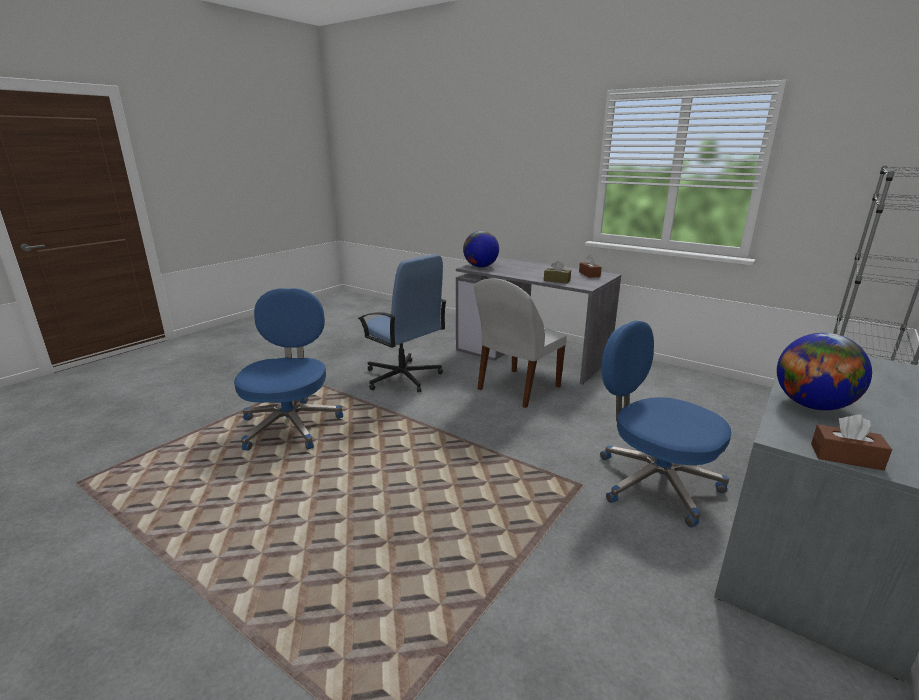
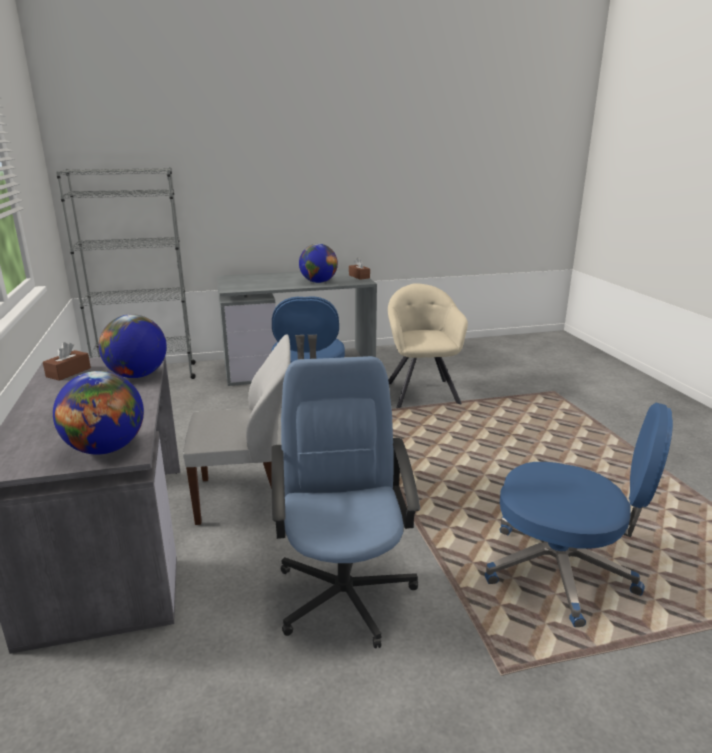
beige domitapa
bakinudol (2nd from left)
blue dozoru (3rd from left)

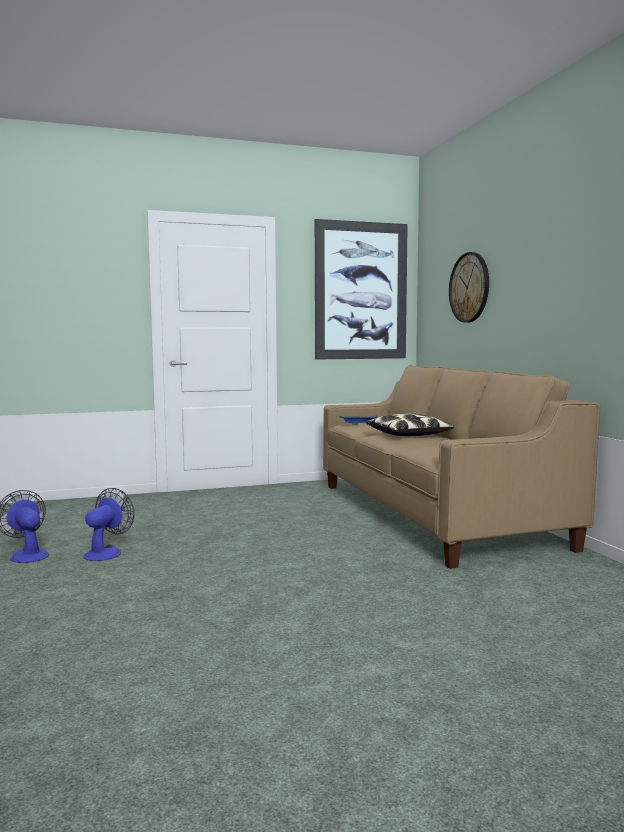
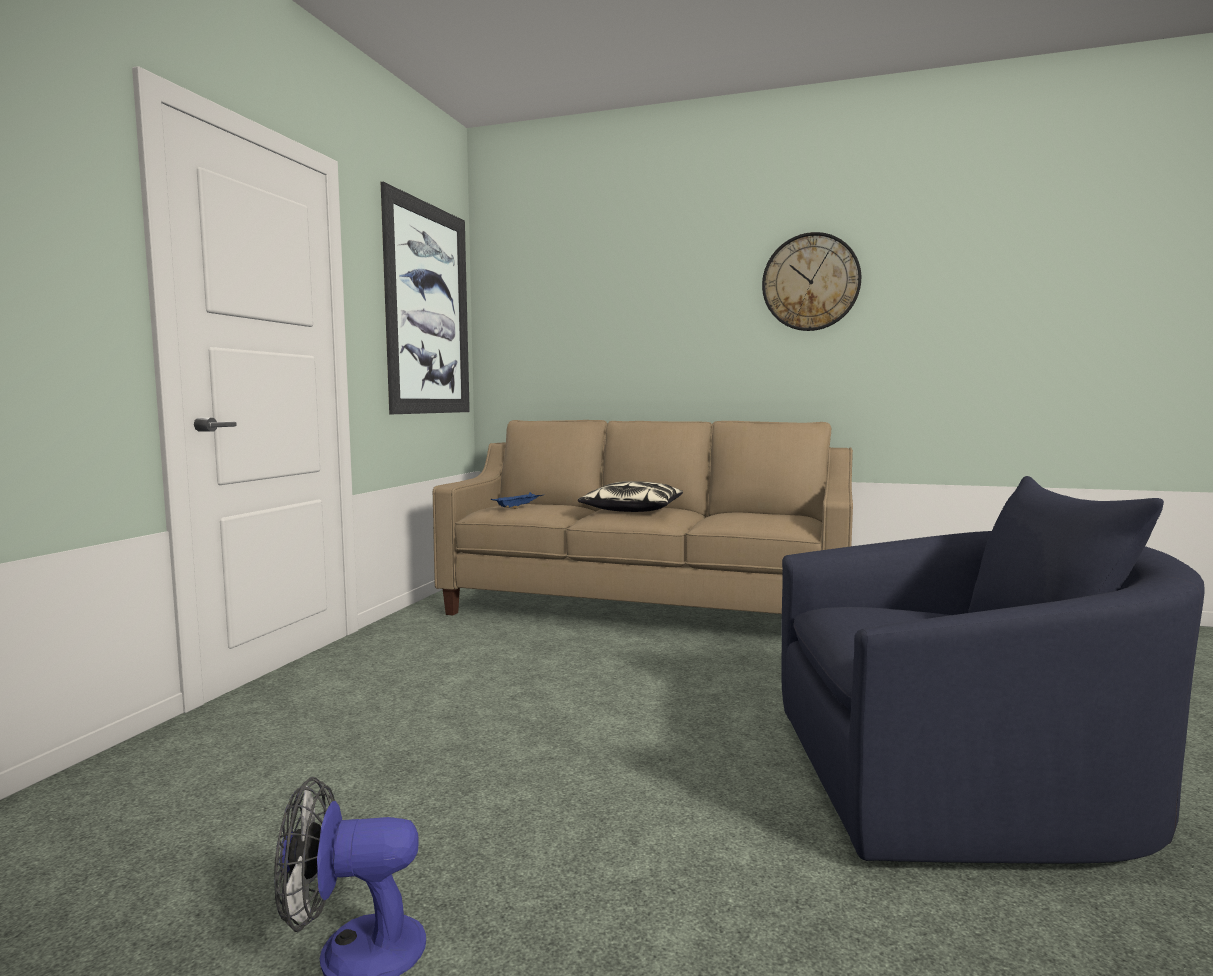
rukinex (2nd from left in the first image)
blue domitapa
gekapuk

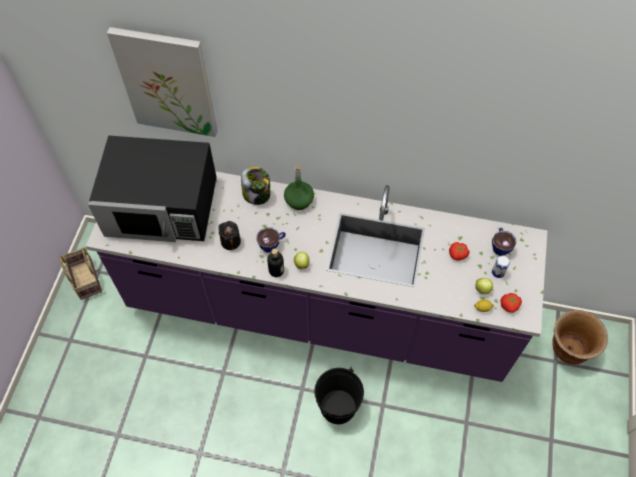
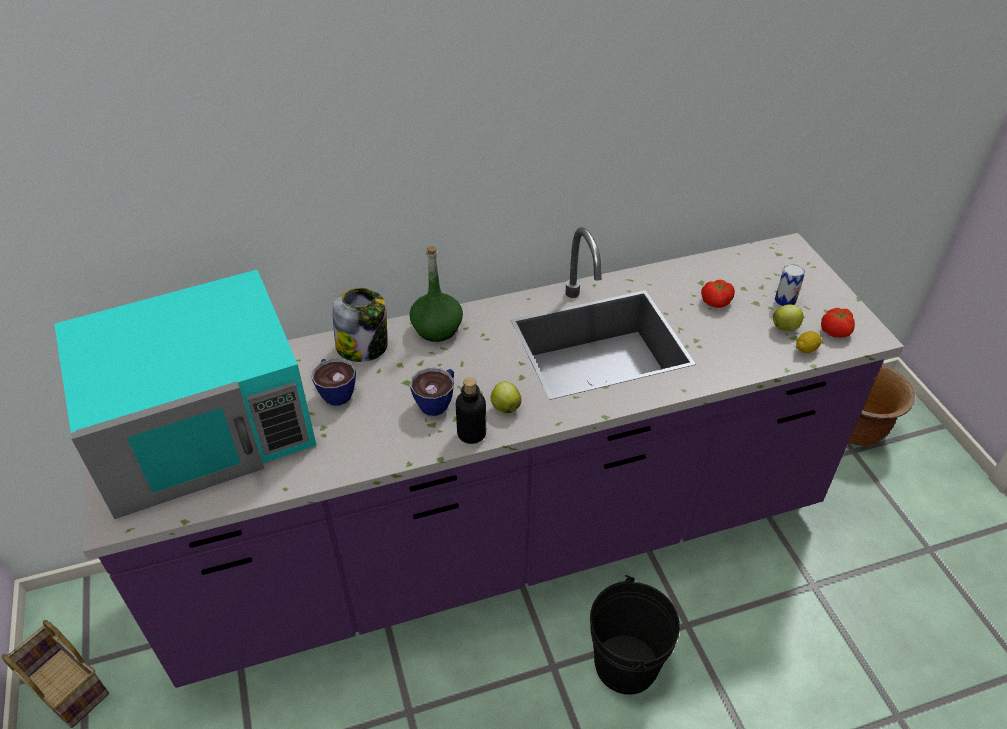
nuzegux
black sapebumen
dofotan (1st from left)
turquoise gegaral

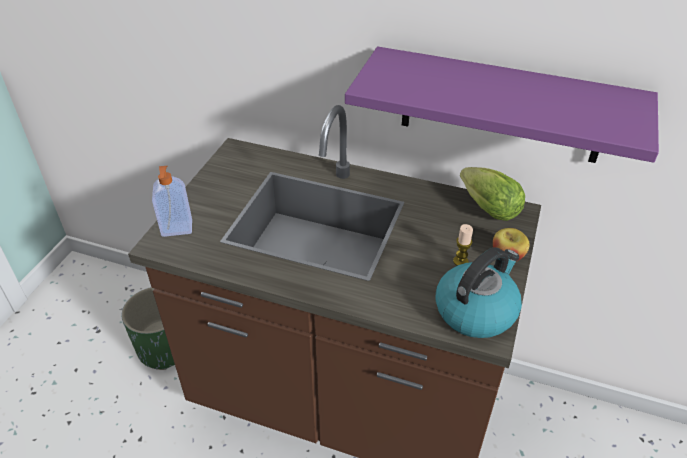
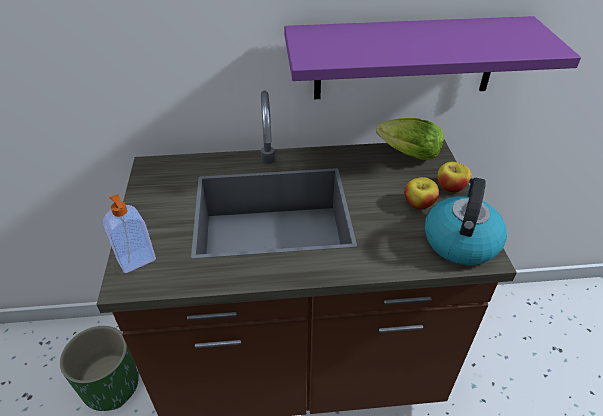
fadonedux (1st from left)

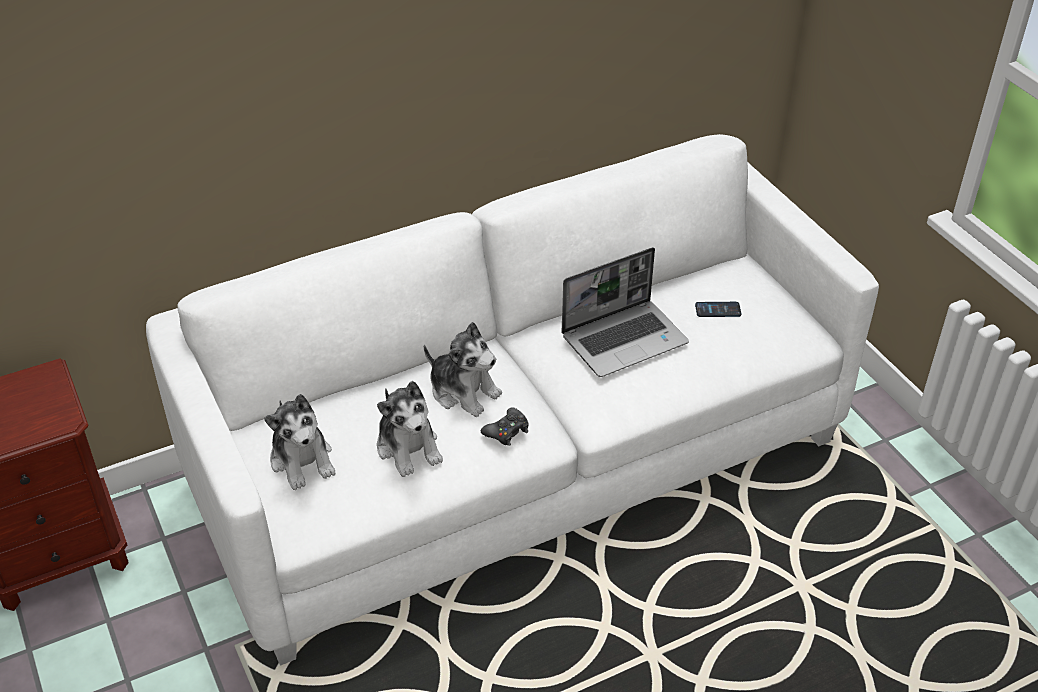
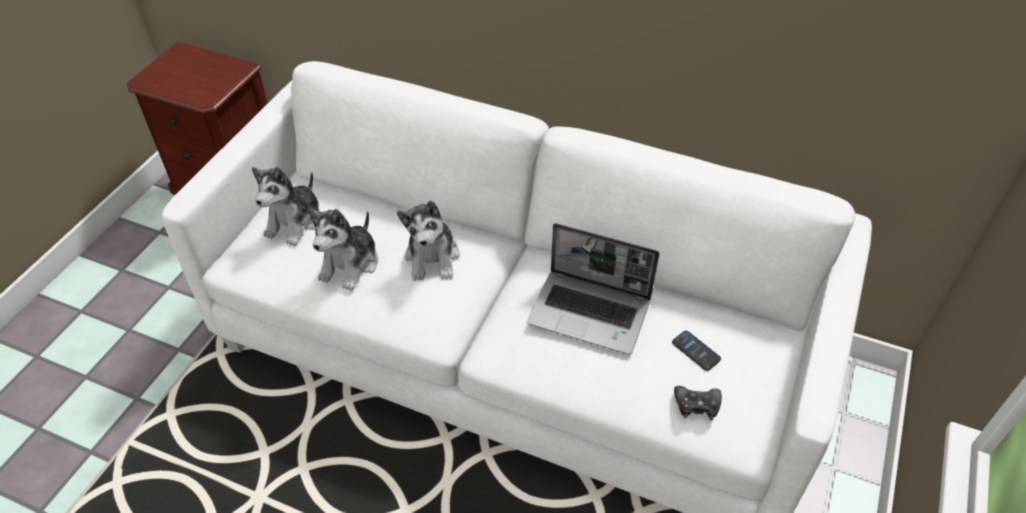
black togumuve

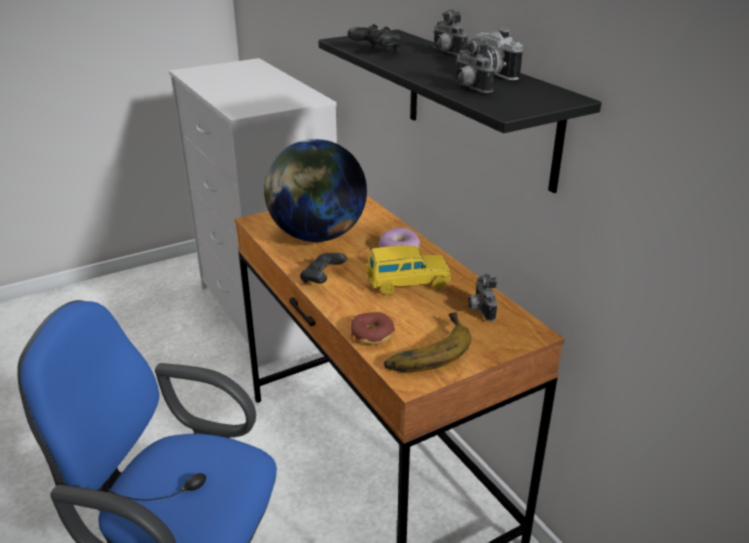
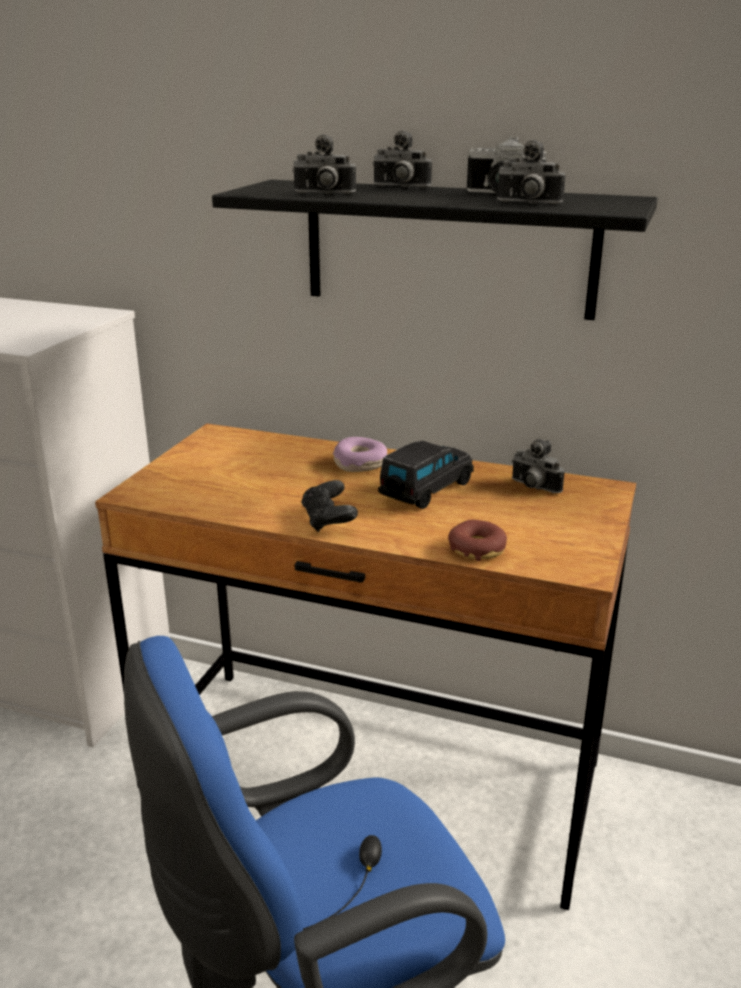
bakinudol
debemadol
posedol (1st from left)
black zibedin

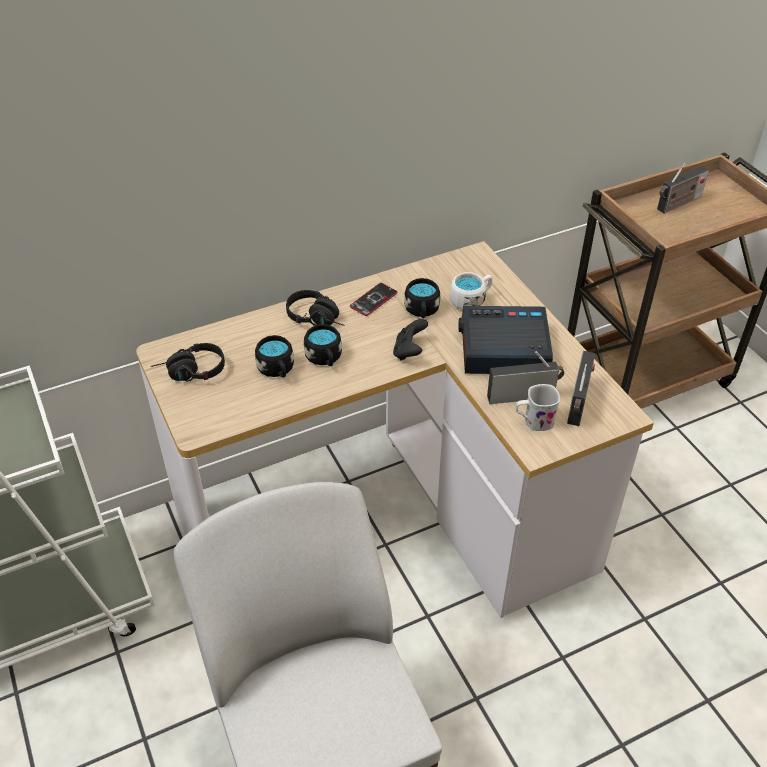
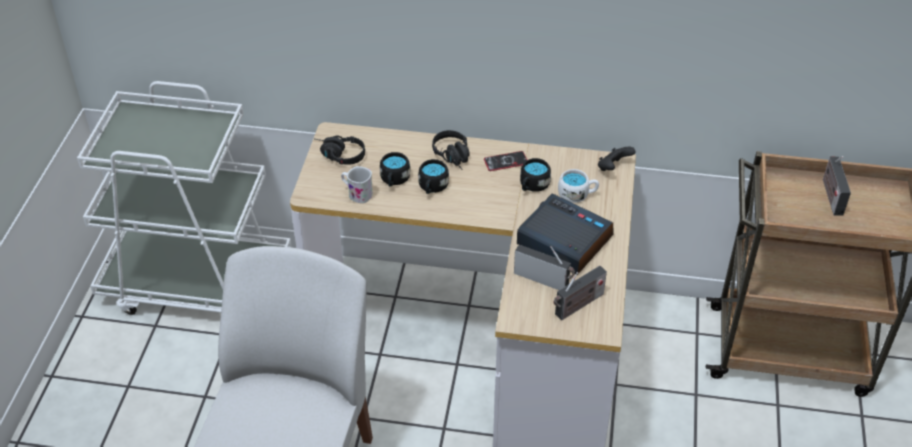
black togumuve
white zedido (1st from left)
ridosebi (3rd from left)

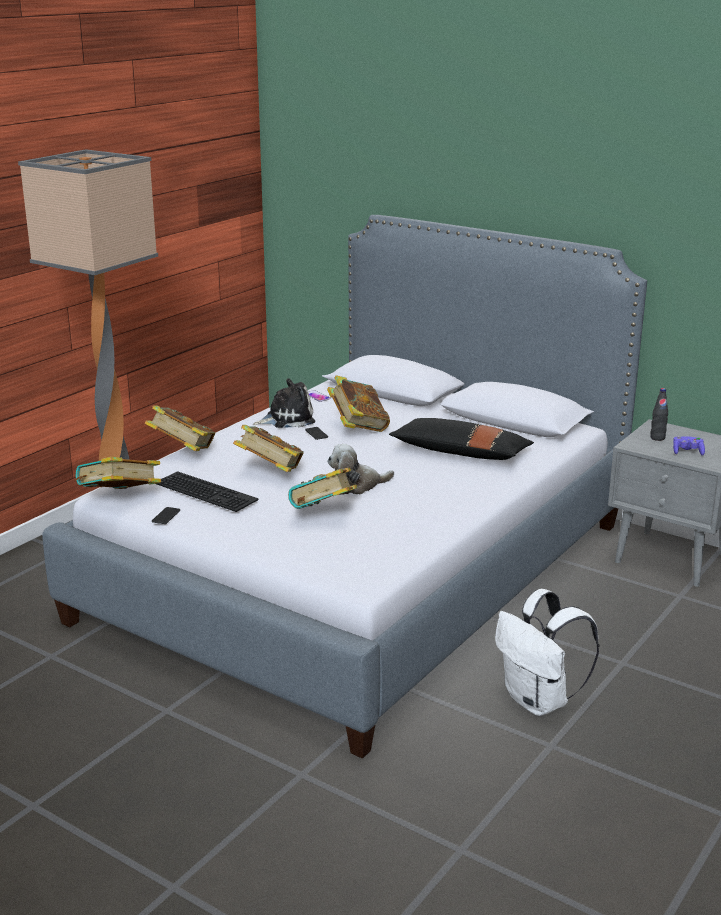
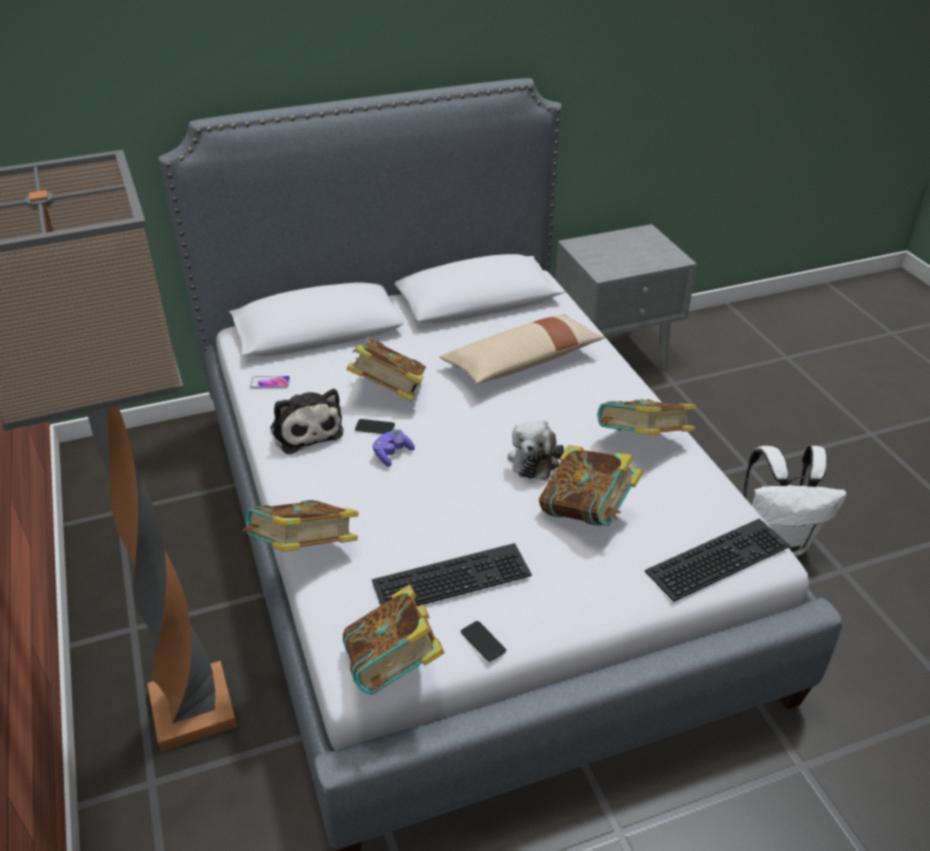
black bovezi
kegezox (2nd from left)
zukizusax (5th from left)
purple togumuve
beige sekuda
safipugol (1st from left)

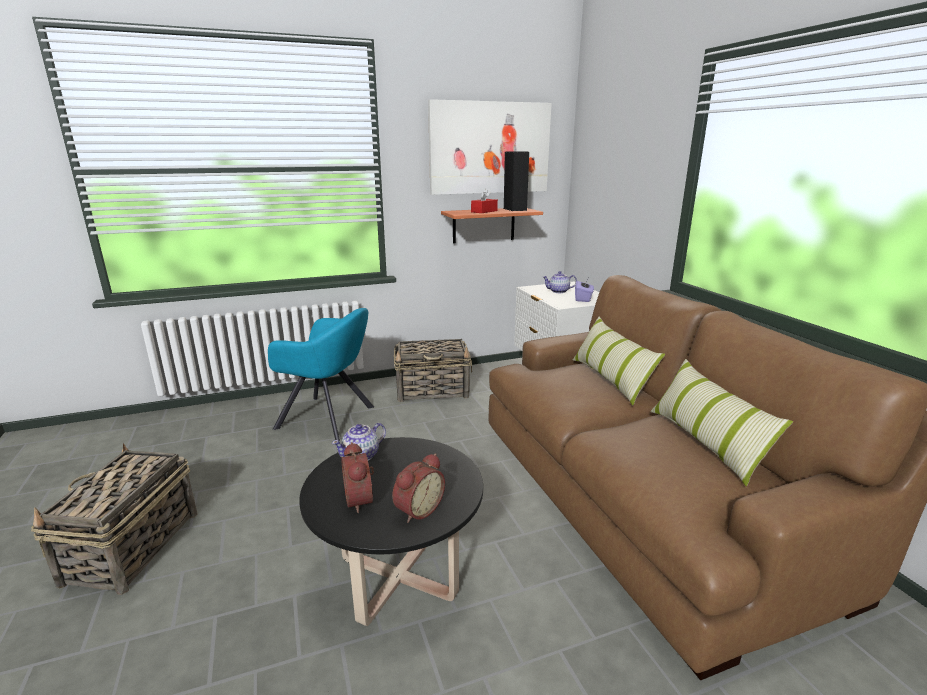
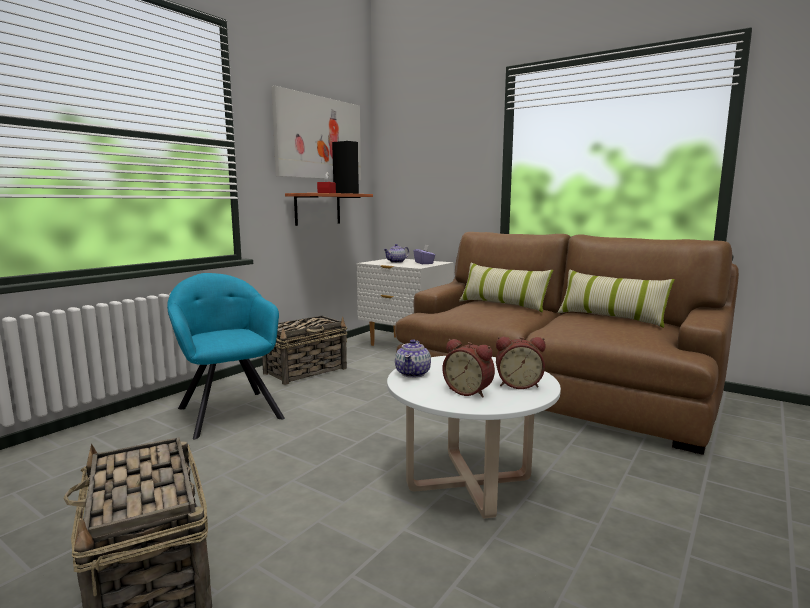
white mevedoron
turquoise domitapa
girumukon (2nd from left)

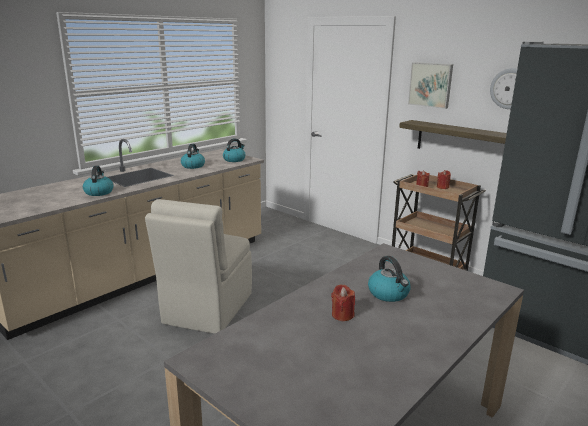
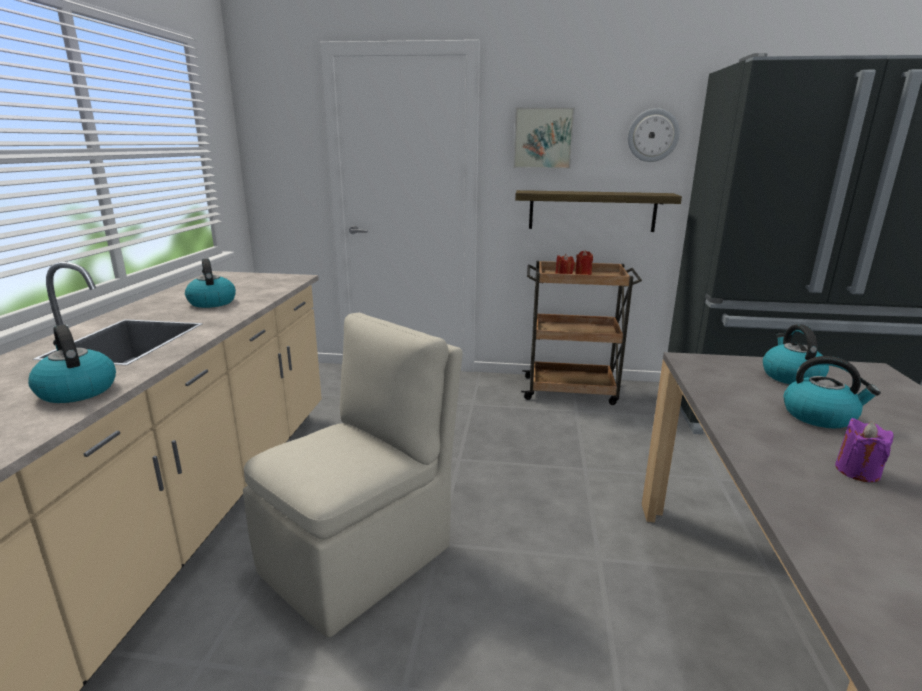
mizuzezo (3rd from left)
purple sapebumen
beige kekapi

